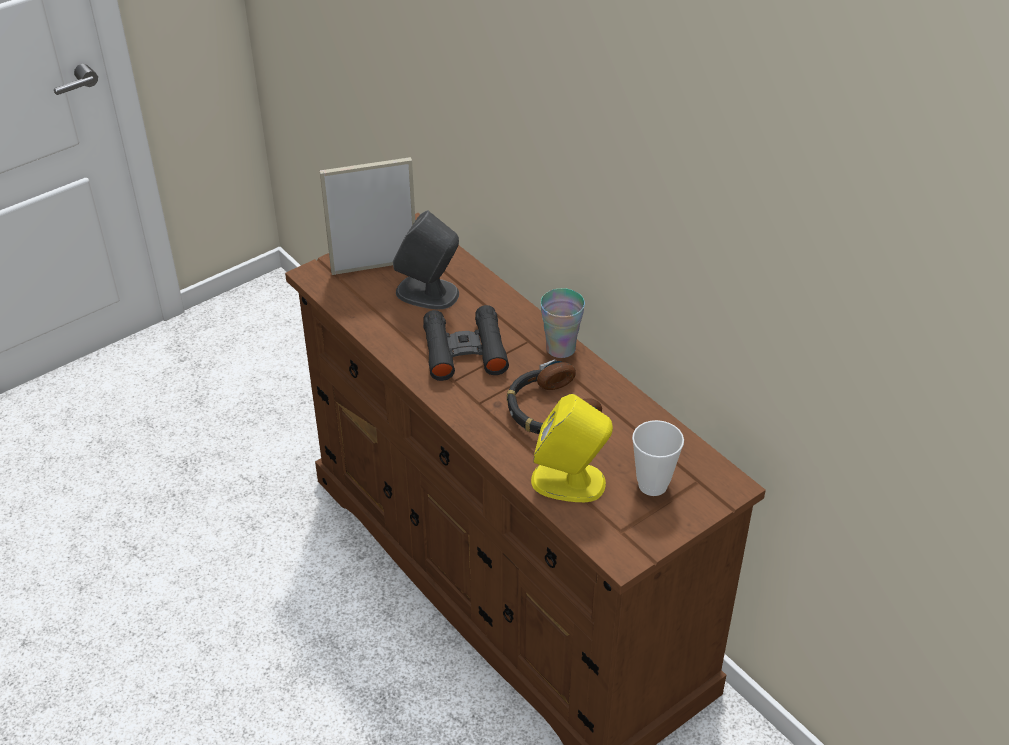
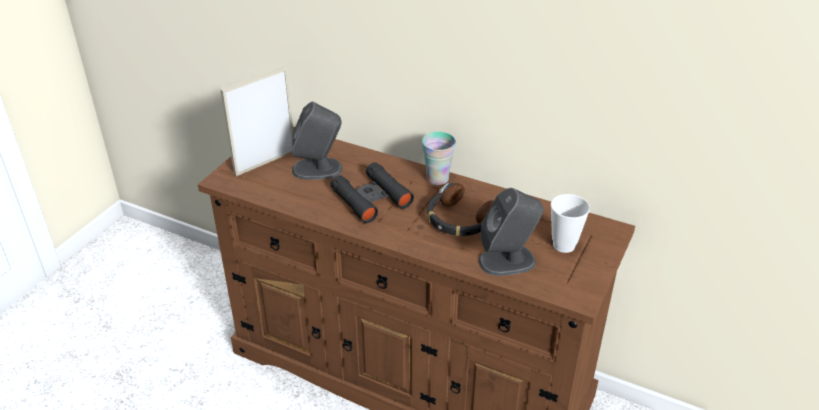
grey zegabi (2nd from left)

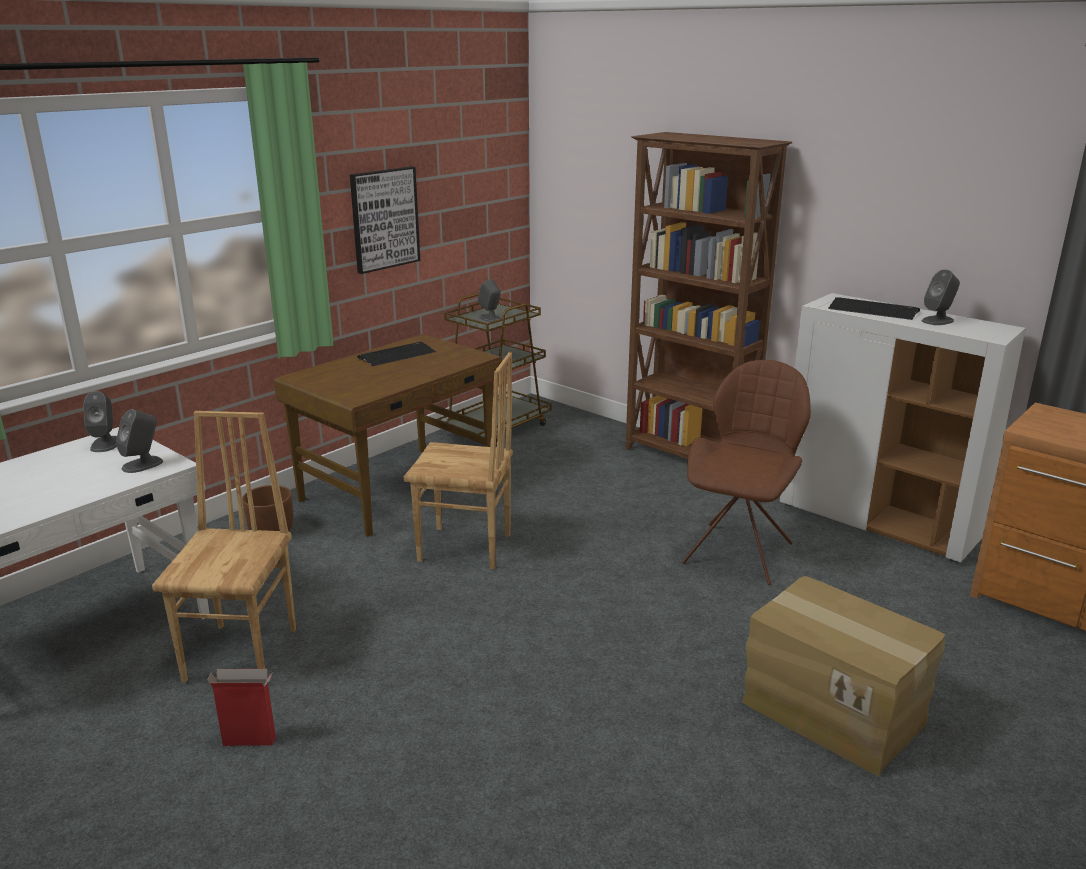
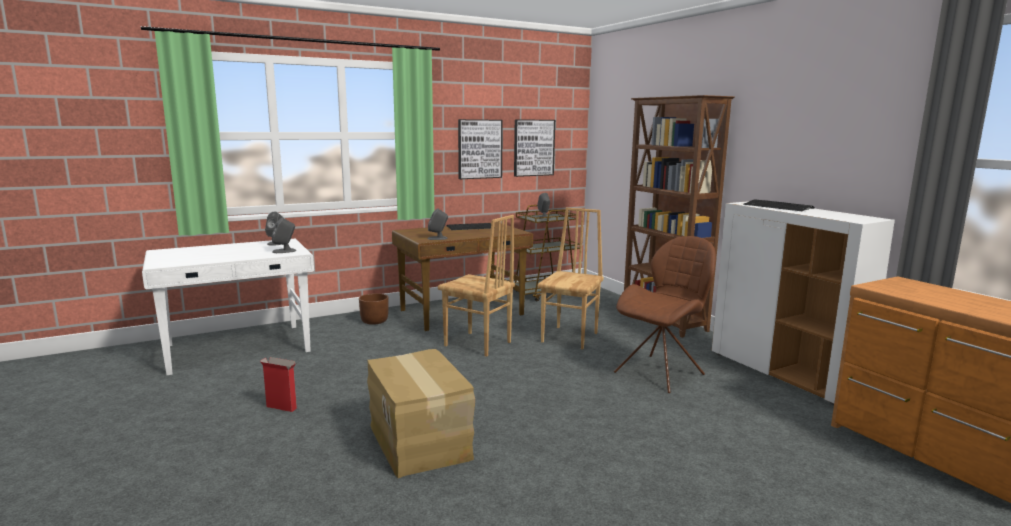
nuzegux (2nd from left)
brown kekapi (2nd from left)
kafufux (2nd from left)
grey zegabi (3rd from left)

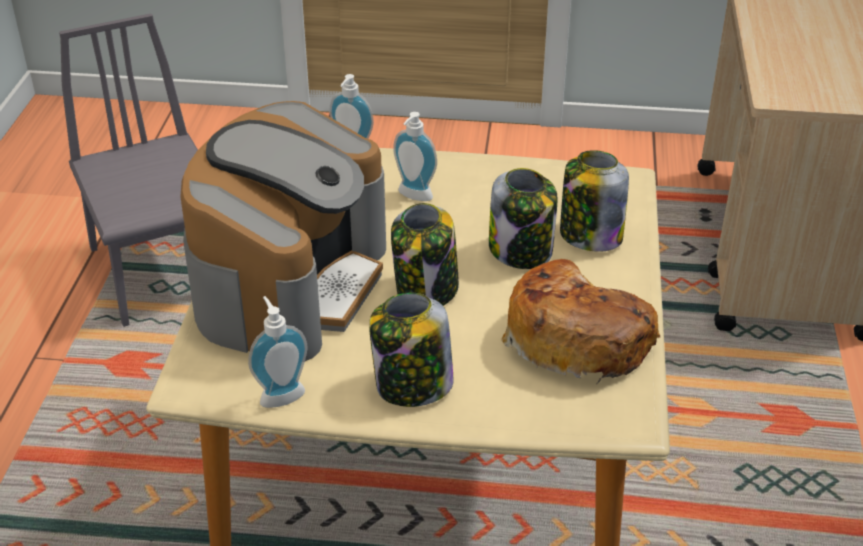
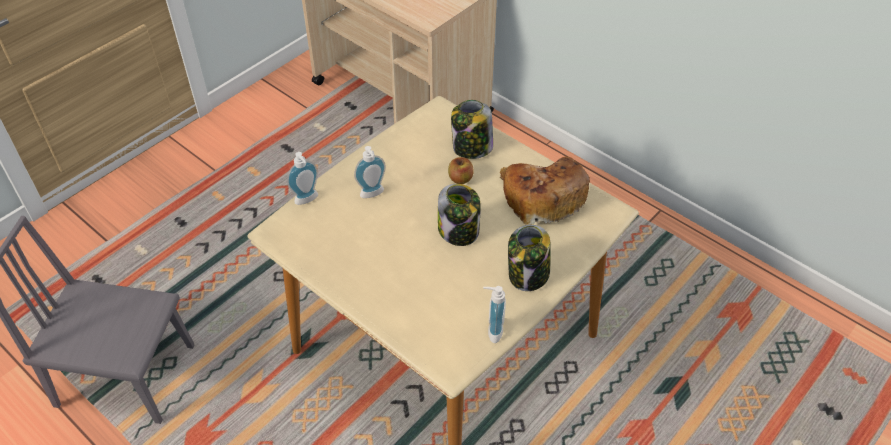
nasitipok
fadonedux

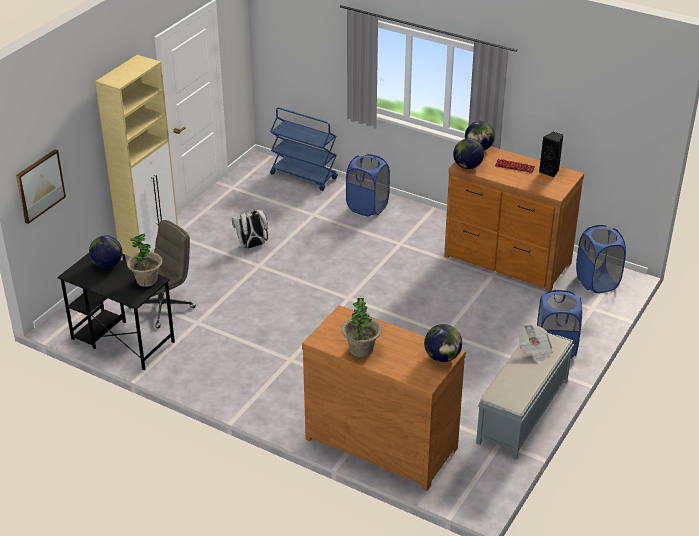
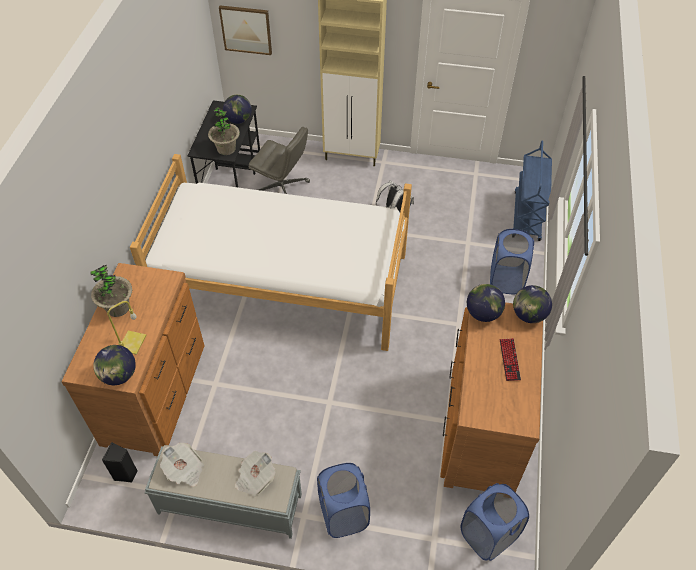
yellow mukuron
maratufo
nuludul (1st from left)
black zegabi

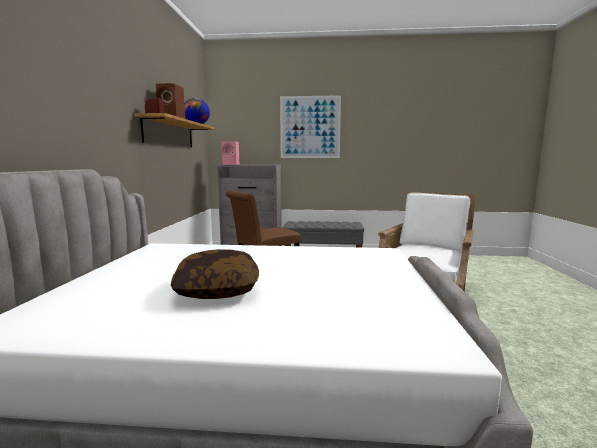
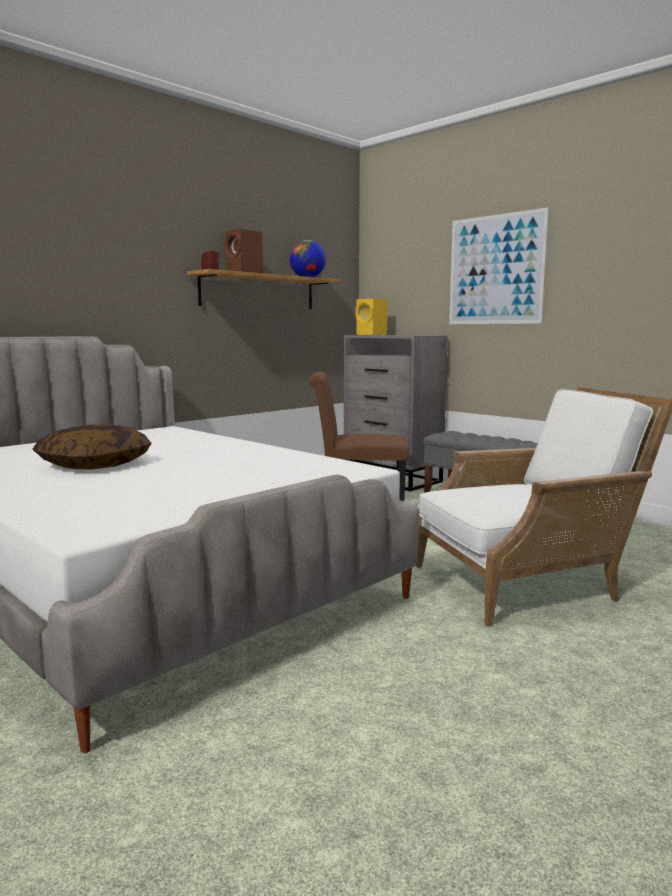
yellow zegabi

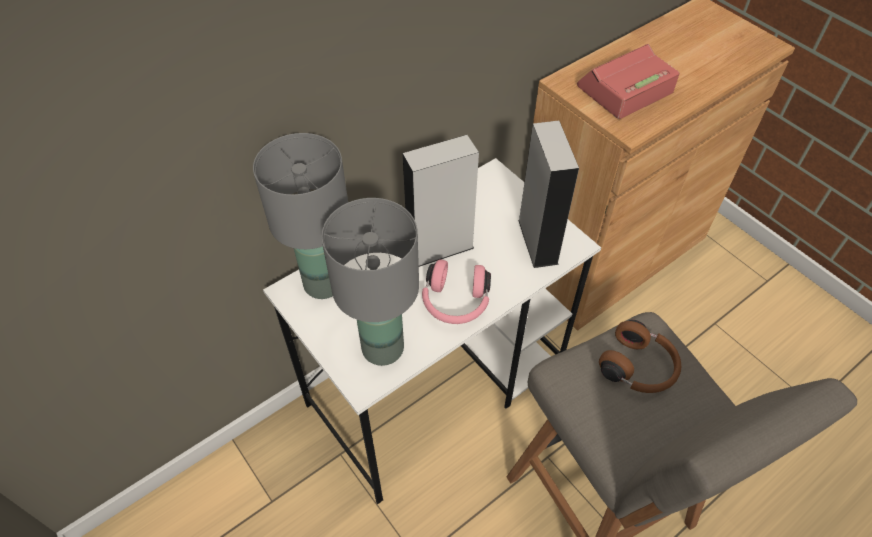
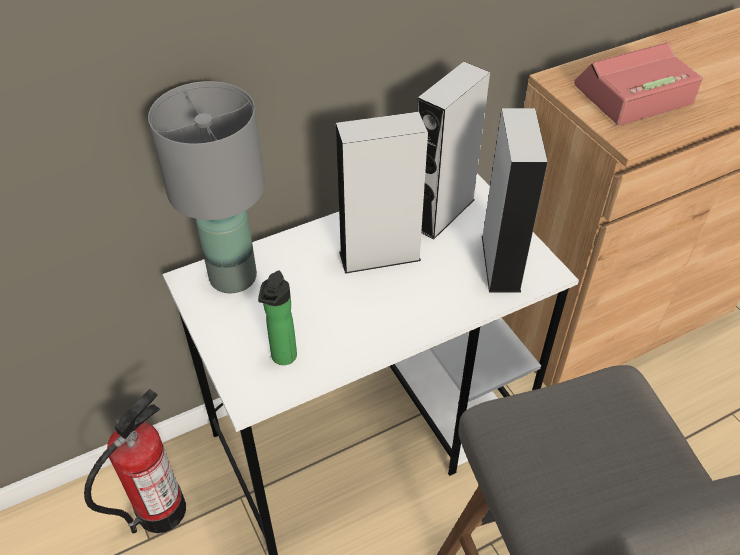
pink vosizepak
brown vosizepak
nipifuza
grey zegabi (2nd from left)
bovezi

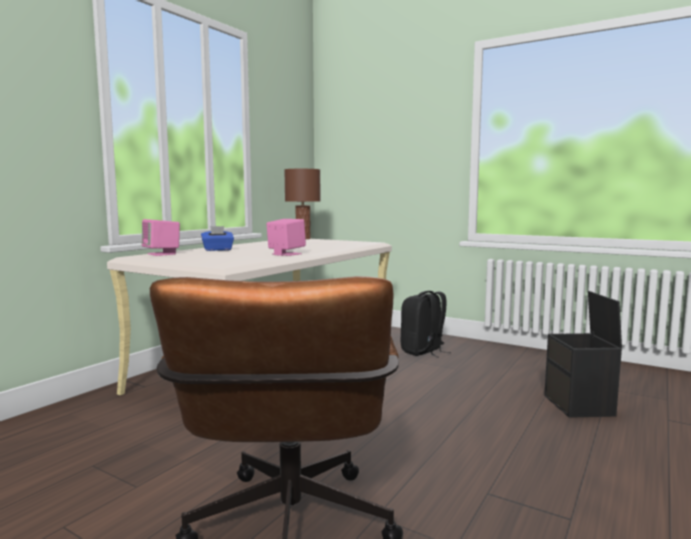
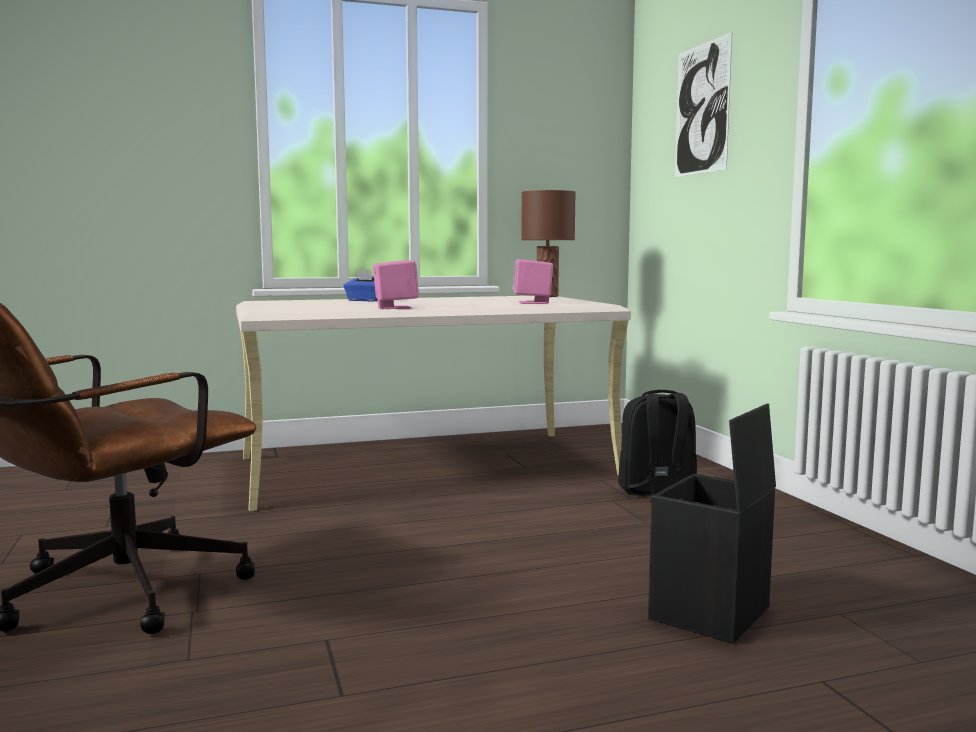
nuzegux
pink zegabi (2nd from left)

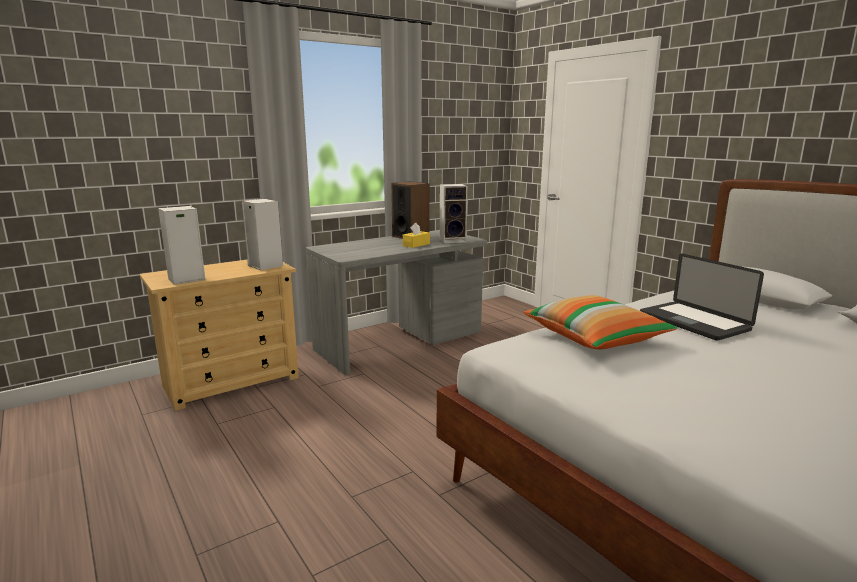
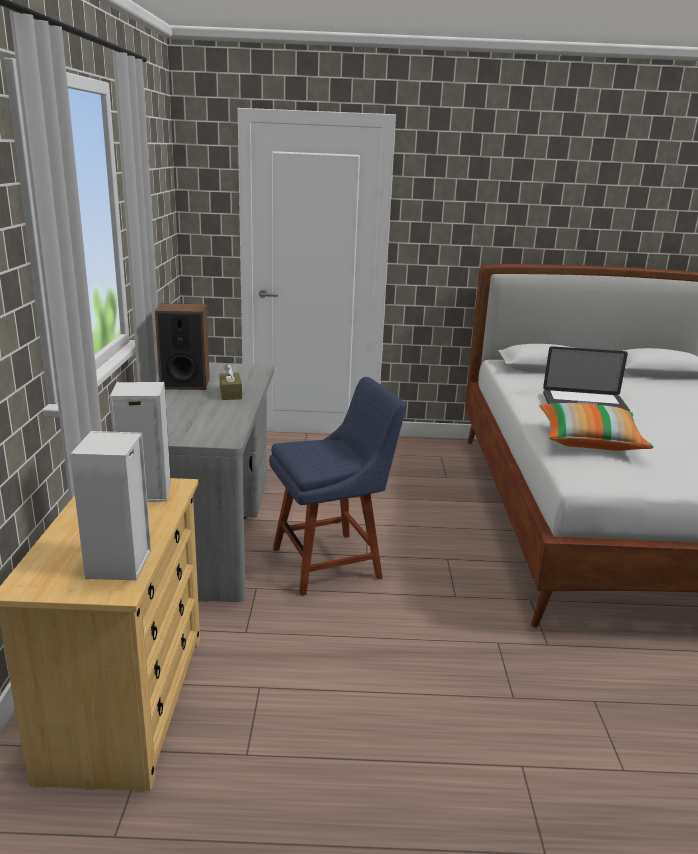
zegabi (4th from left in the first image)
blue kekapi
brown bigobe

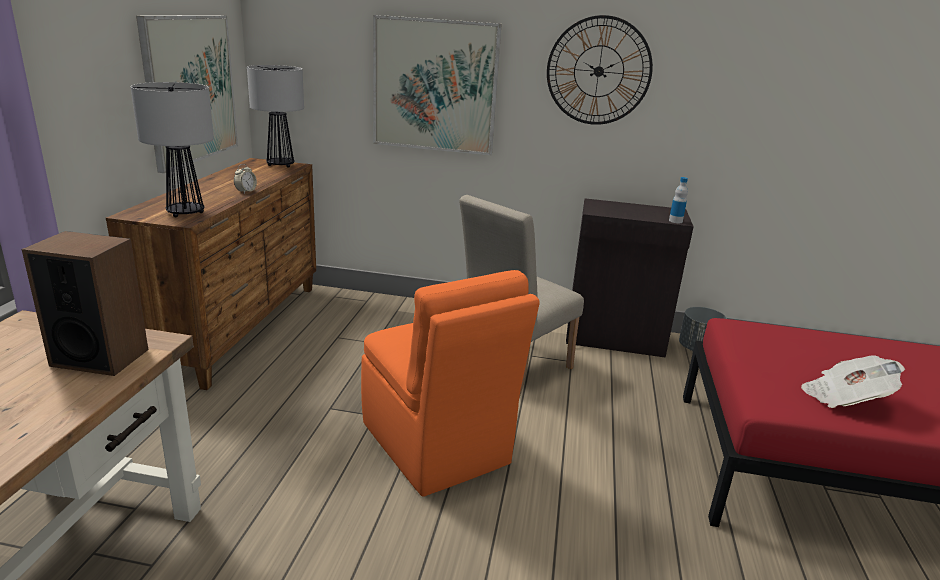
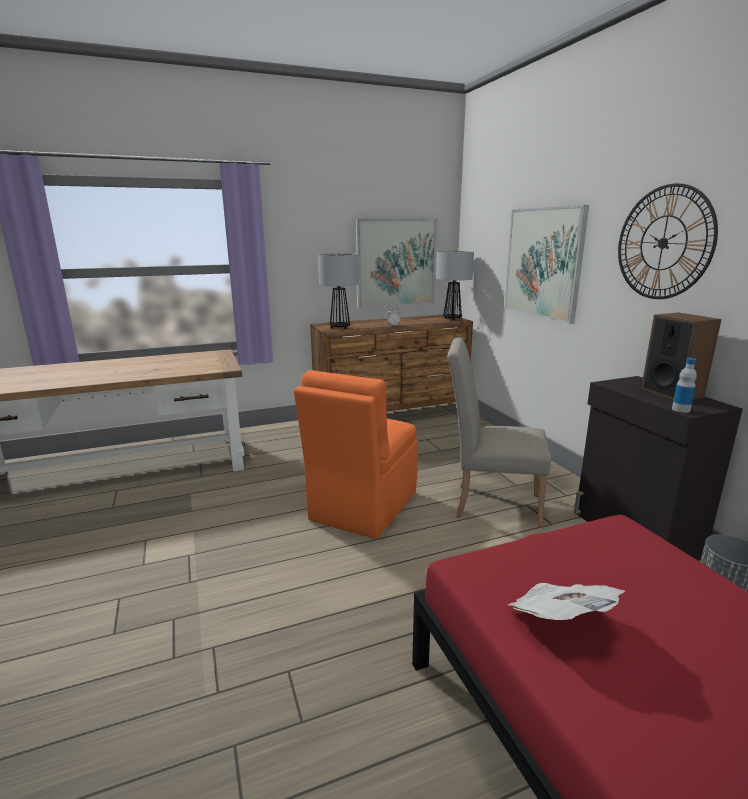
zegabi

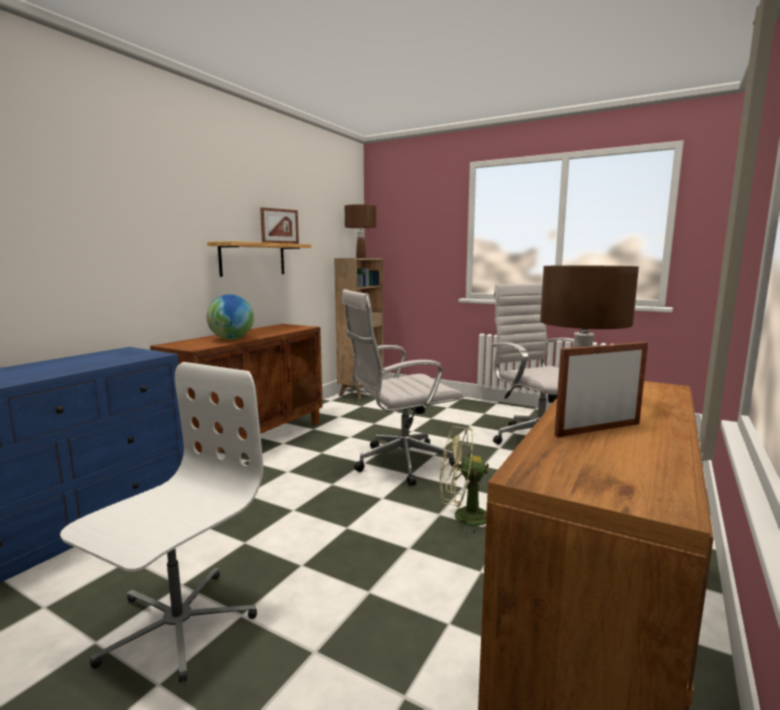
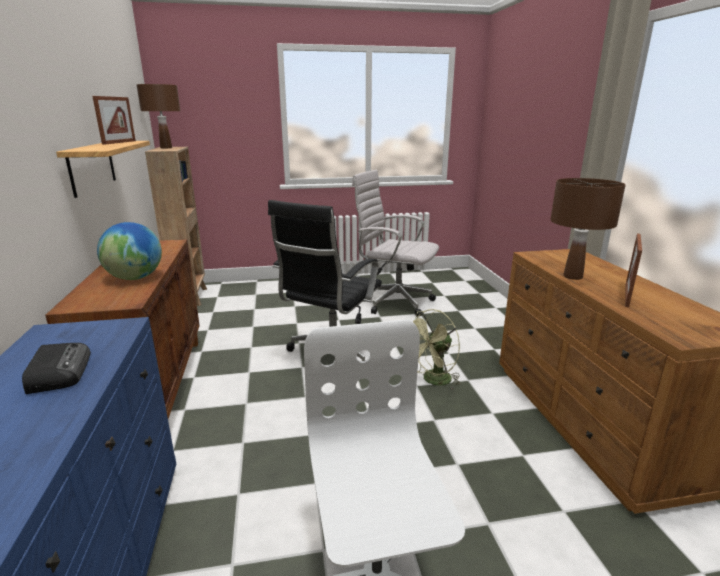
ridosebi
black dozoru

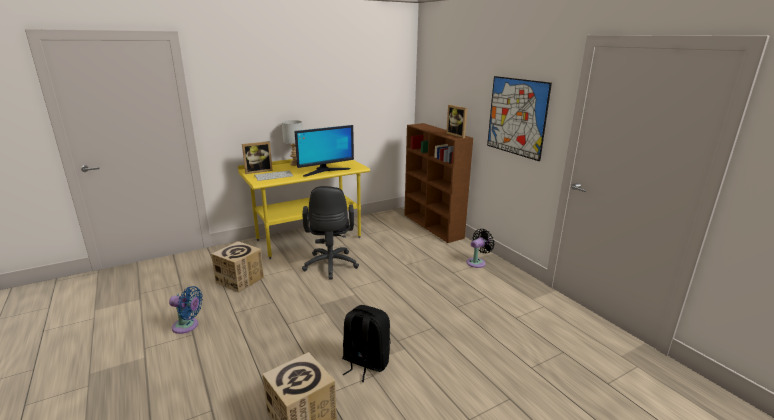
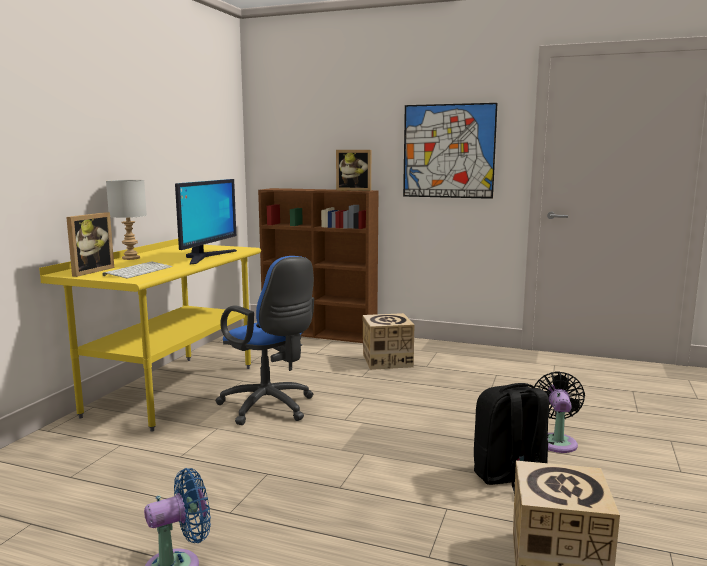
kafufux (1st from left)
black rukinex
blue dozoru

